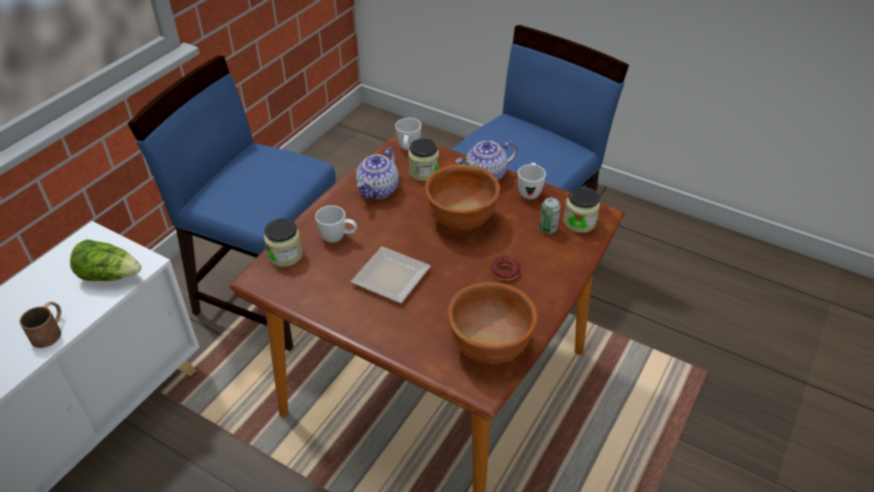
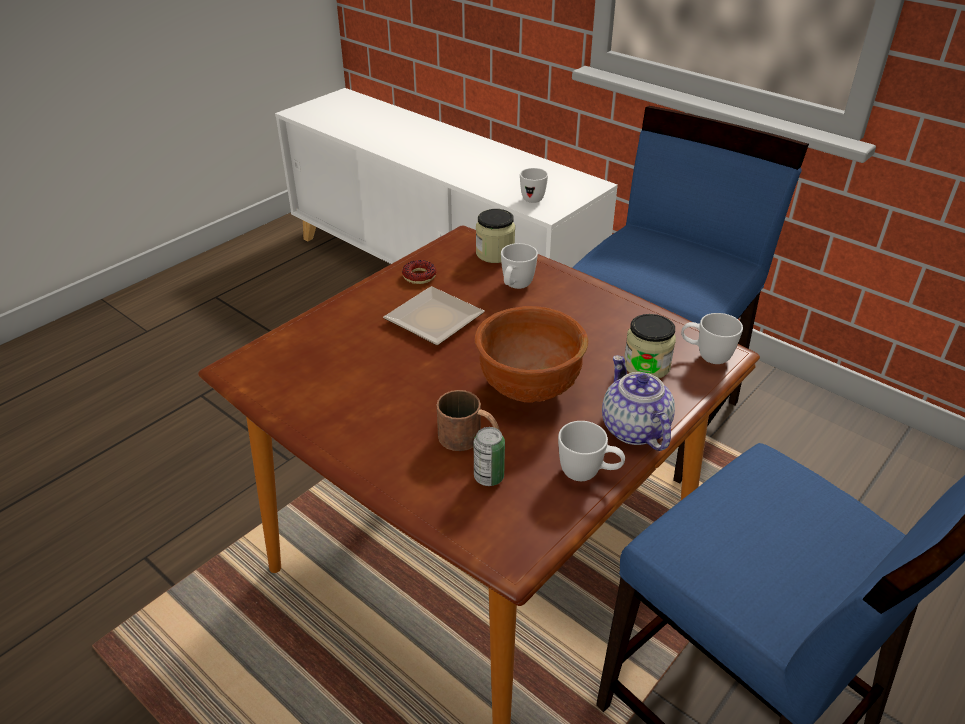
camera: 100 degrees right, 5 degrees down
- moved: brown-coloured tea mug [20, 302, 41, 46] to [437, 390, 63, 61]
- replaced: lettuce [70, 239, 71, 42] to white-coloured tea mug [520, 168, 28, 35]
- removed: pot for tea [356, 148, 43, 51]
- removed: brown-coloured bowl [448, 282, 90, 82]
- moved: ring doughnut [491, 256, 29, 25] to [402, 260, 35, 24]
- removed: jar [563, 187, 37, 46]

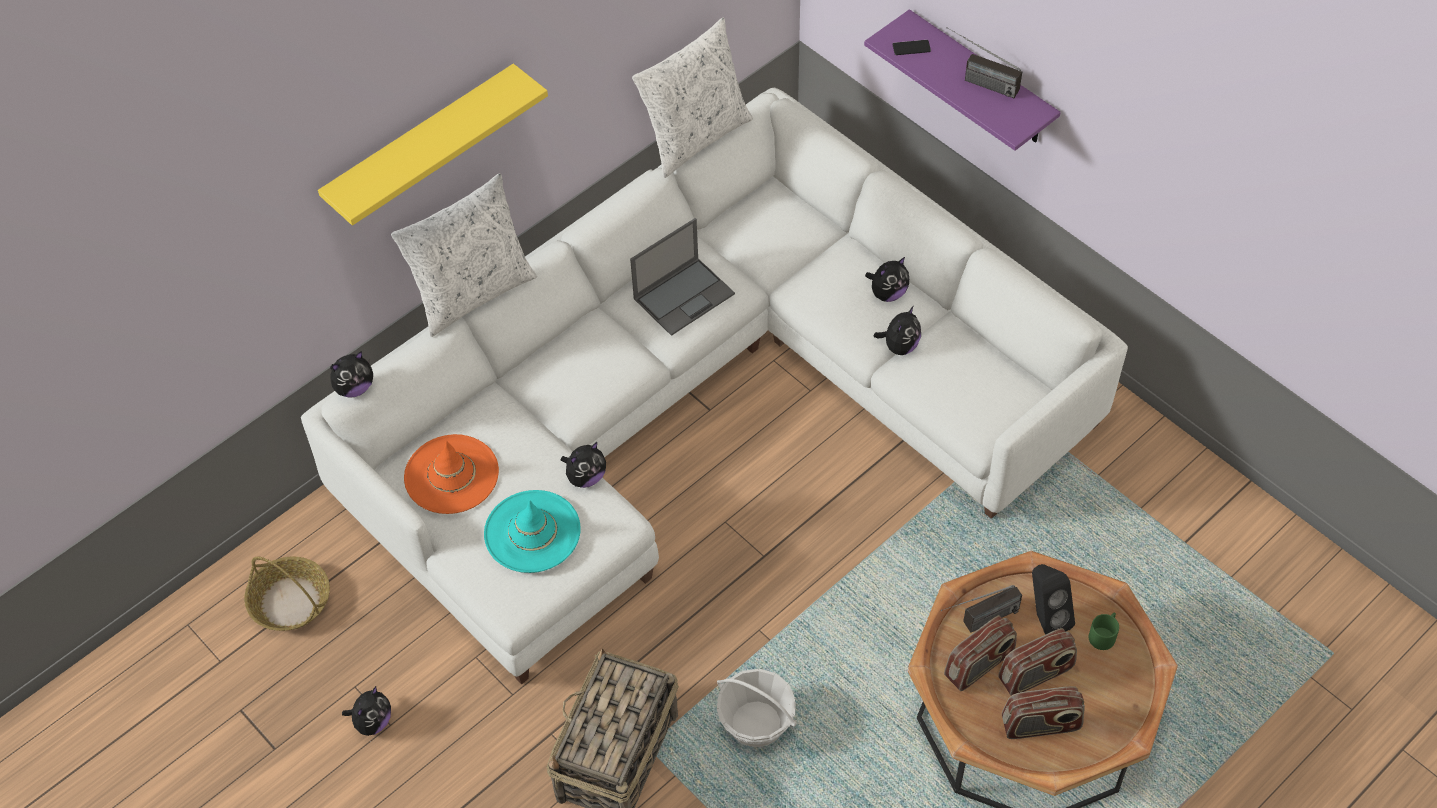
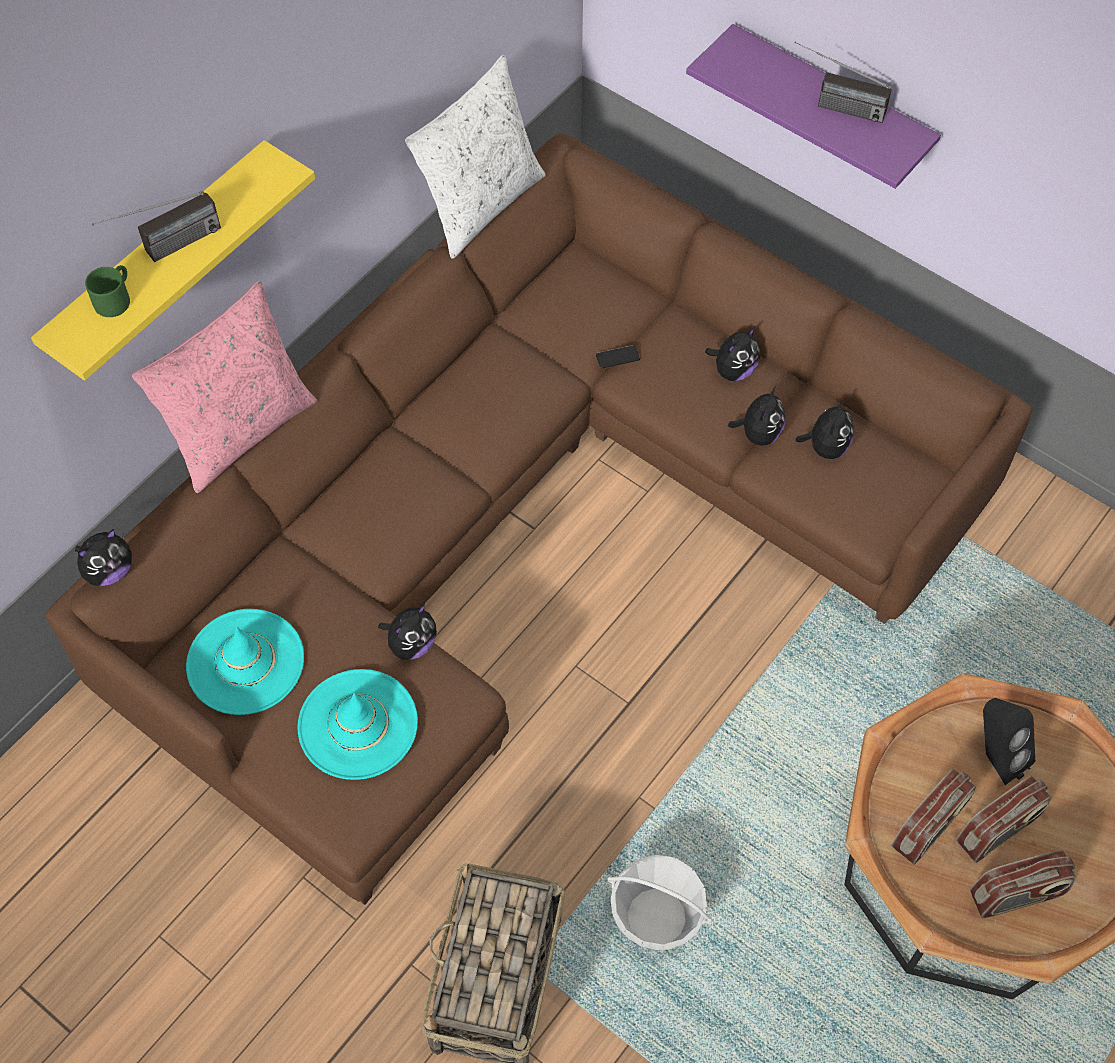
camera: 10 degrees left, 5 degrees up
- removed: storage basket [244, 556, 86, 75]
- recoloured: white-coloured settee [301, 87, 827, 597] to brown-coloured settee [45, 133, 988, 772]
- moved: plush toy [342, 686, 49, 50] to [795, 399, 59, 60]
- recoloured: white-coloured throw pillow [391, 173, 146, 164] to pink throw pillow [132, 281, 185, 212]
- recoloured: orange-coloured clothing hat [404, 434, 95, 80] to blue-green clothing hat [186, 609, 118, 106]
- removed: notebook computer [630, 218, 105, 118]
- moved: telephone [892, 40, 39, 15] to [596, 345, 44, 23]
- moved: radio [941, 585, 81, 48] to [92, 191, 129, 71]
- moved: greenish tea mug [1089, 612, 30, 38] to [85, 265, 45, 52]

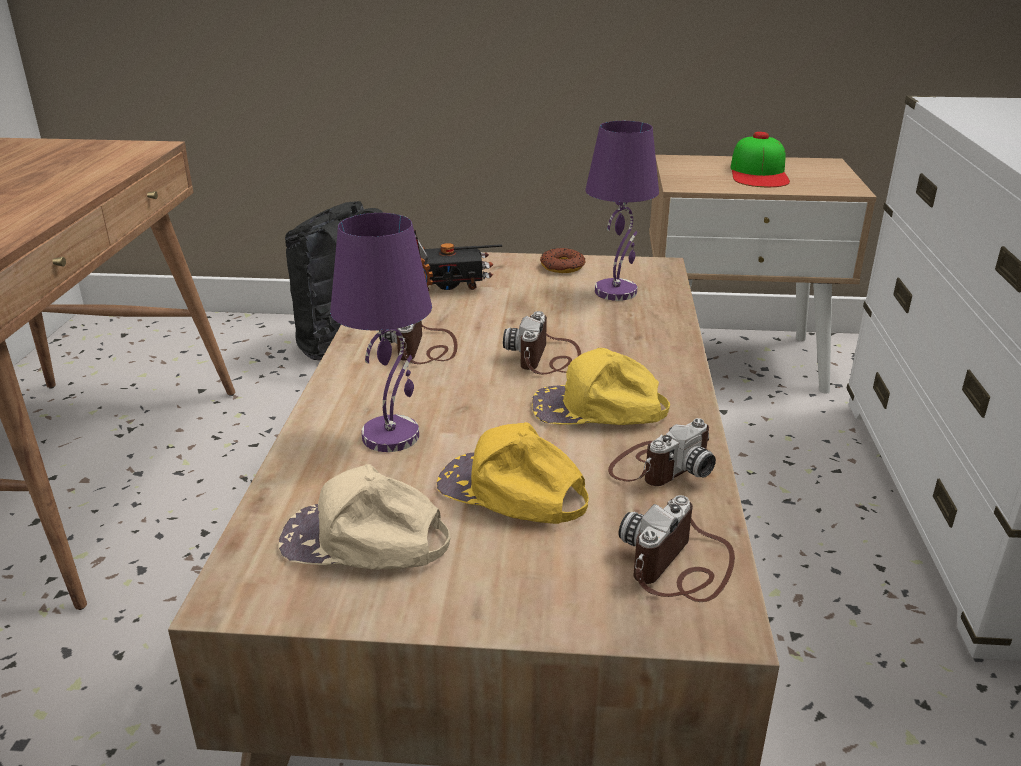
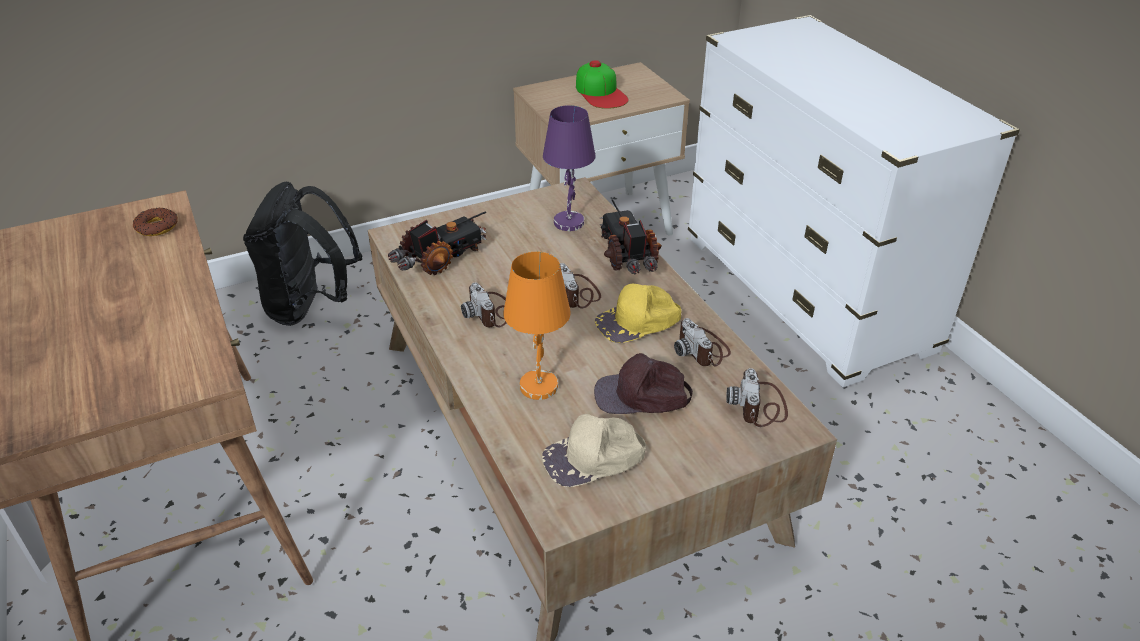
camera: 30 degrees left, 10 degrees up
- recoloured: purplish lamp for a table [330, 213, 102, 239] to orange-coloured lamp for a table [503, 252, 68, 148]
- recoloured: yellow-coloured baseball cap [437, 422, 152, 102] to brown-coloured baseball cap [594, 353, 99, 61]
- moved: ring doughnut [540, 248, 45, 25] to [133, 208, 45, 28]
- turned: still camera [608, 418, 108, 68] = [674, 318, 57, 49] 135 degrees clockwise
- added: toy lorry [599, 199, 63, 76]

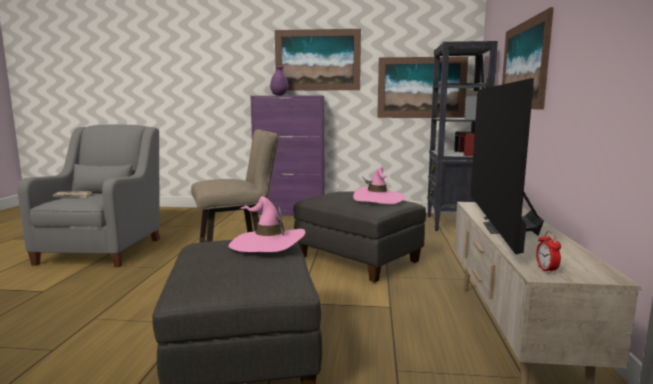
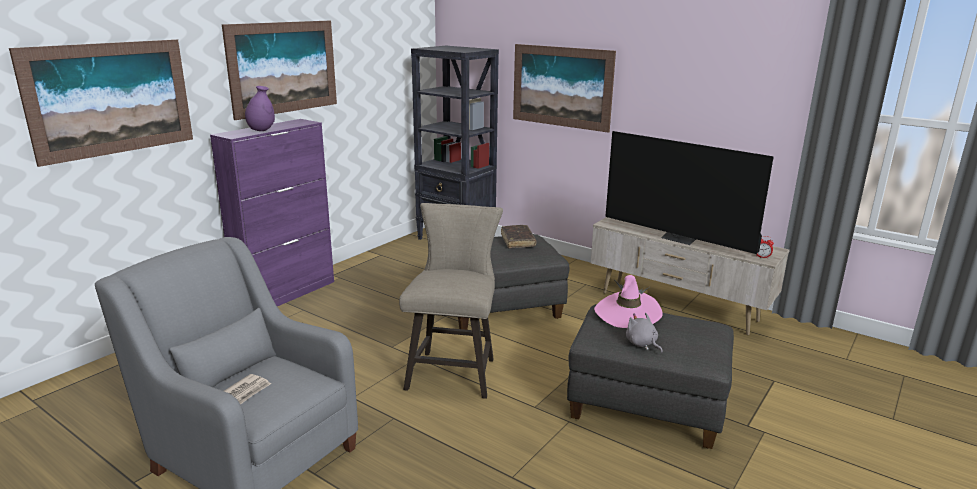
camera: 60 degrees left, 10 degrees up
- replaced: pink clothing hat [353, 167, 52, 37] to brown-coloured bound book [501, 225, 35, 23]
- moved: picture [377, 56, 91, 62] to [9, 39, 184, 128]
- added: grey plush toy [626, 313, 37, 40]

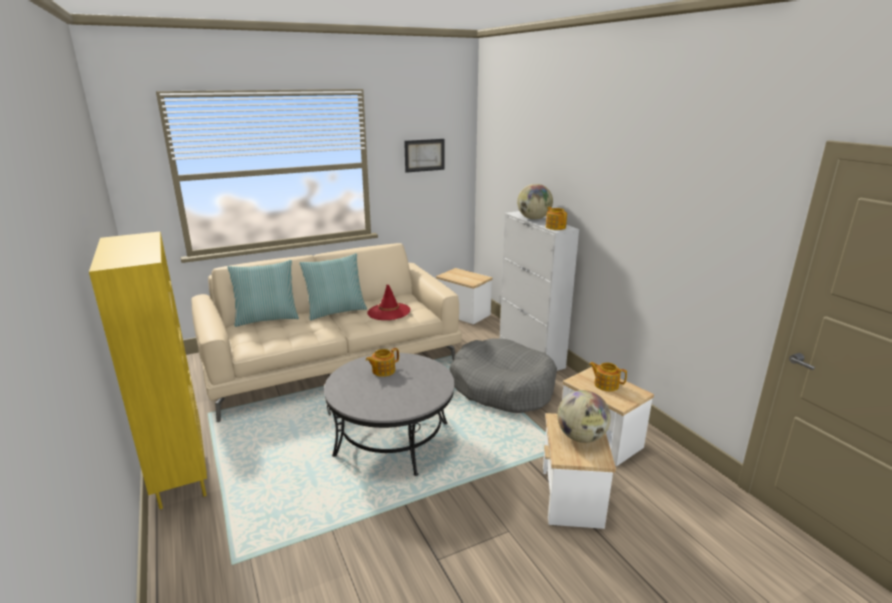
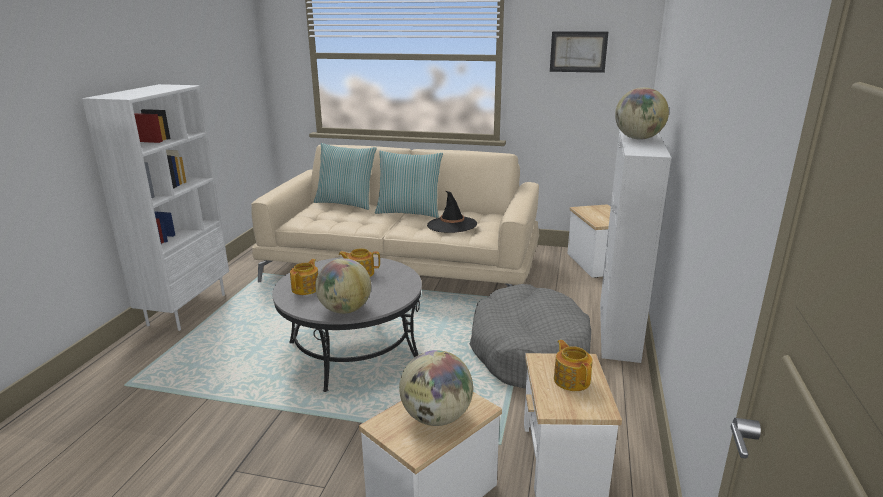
camera: 40 degrees right, 0 degrees up
- recoloured: yellow-coloured bookcase [89, 232, 118, 277] to white-coloured bookcase [82, 84, 147, 247]
- recoloured: red clothing hat [367, 285, 43, 35] to black-coloured clothing hat [427, 191, 50, 42]
- moved: pot for tea [546, 207, 21, 23] to [290, 259, 28, 36]
- added: desk globe [315, 258, 56, 56]

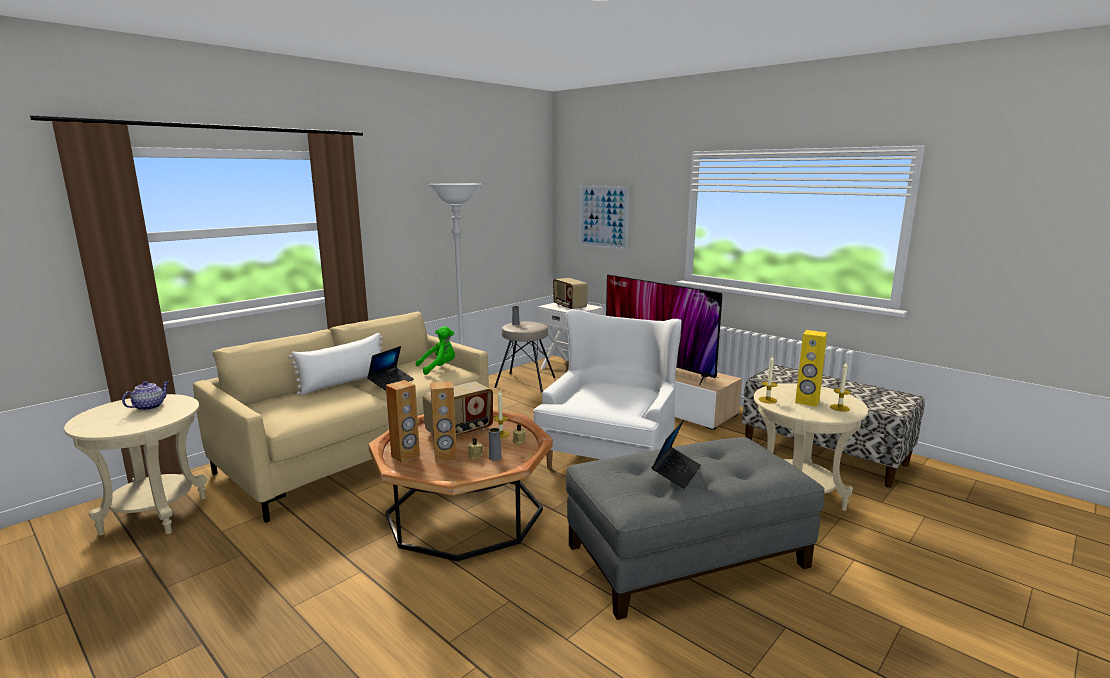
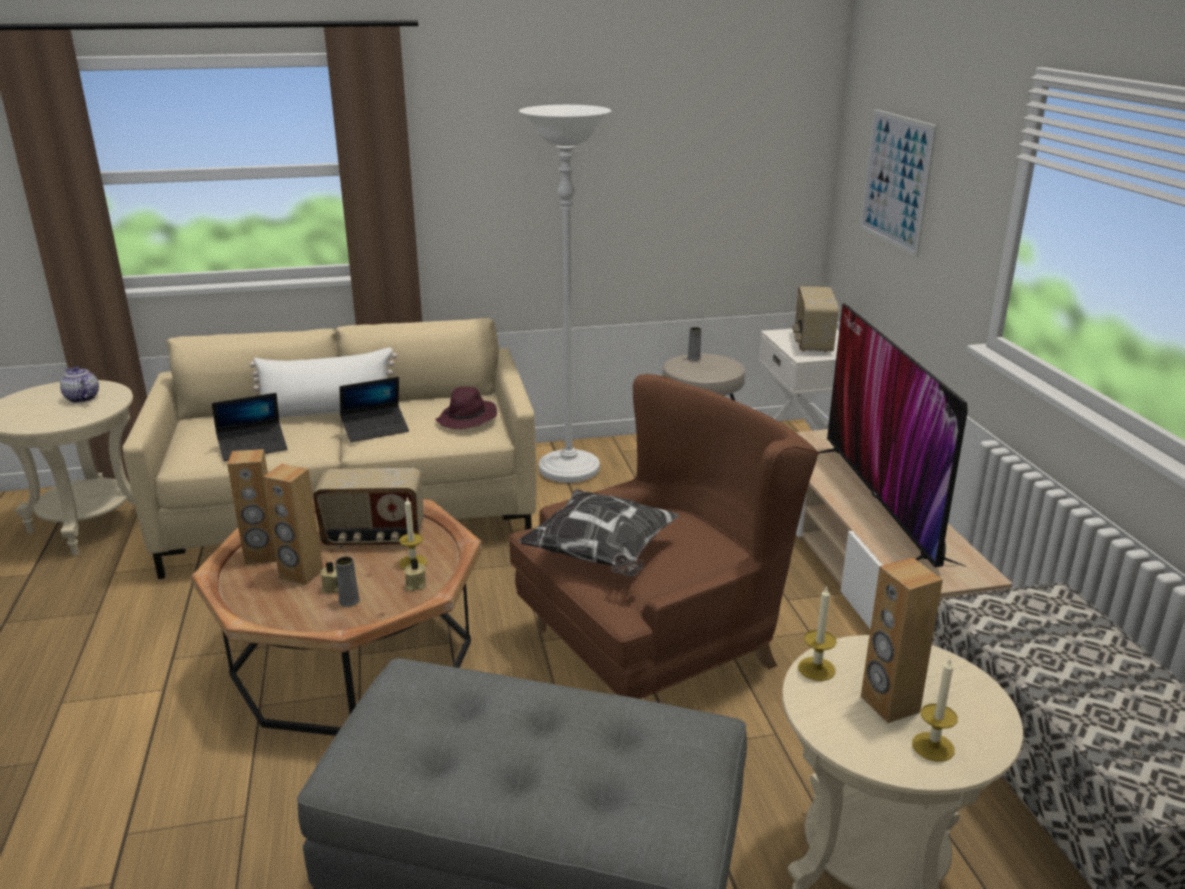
camera: 35 degrees right, 10 degrees up
- turned: pot for tea [122, 381, 47, 29] = [60, 366, 39, 37] 105 degrees counterclockwise
- replaced: greenish plush toy [416, 326, 39, 49] to purplish clothing hat [435, 387, 62, 42]
- recoloured: white-coloured easy chair [533, 309, 149, 160] to brown-coloured easy chair [509, 374, 310, 325]
- moved: notebook computer [651, 420, 50, 69] to [212, 393, 75, 68]
- recoloured: yellow-coloured audio speaker [795, 330, 32, 77] to brown-coloured audio speaker [861, 558, 82, 165]
- added: throw pillow [518, 489, 161, 87]

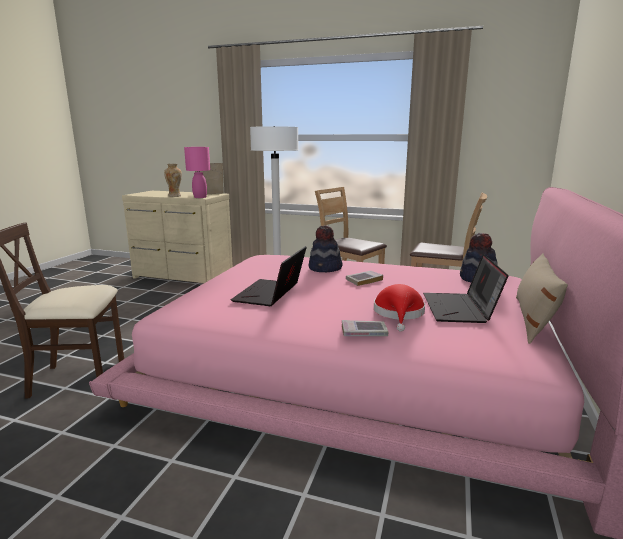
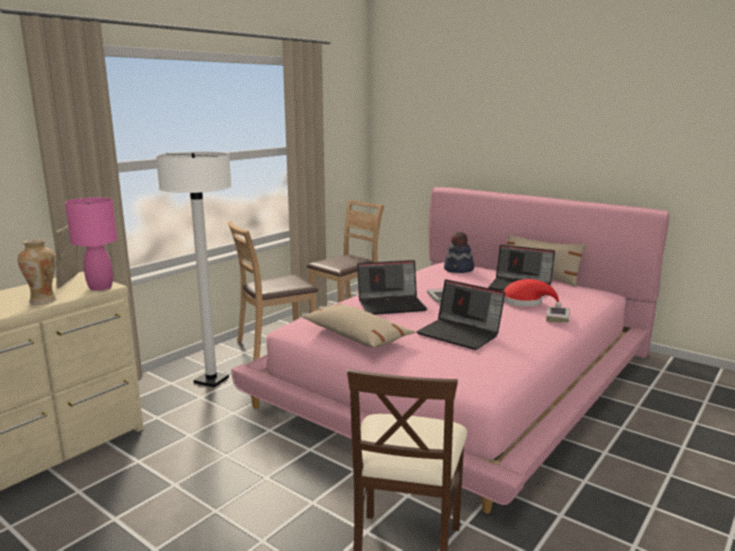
camera: 70 degrees left, 0 degrees up
- replaced: clothing hat [309, 225, 34, 47] to notebook computer [357, 260, 70, 55]
- added: beige-coloured throw pillow [301, 304, 114, 43]

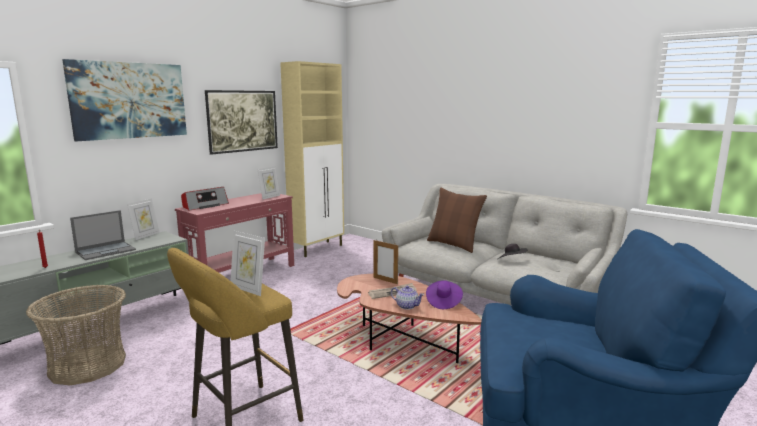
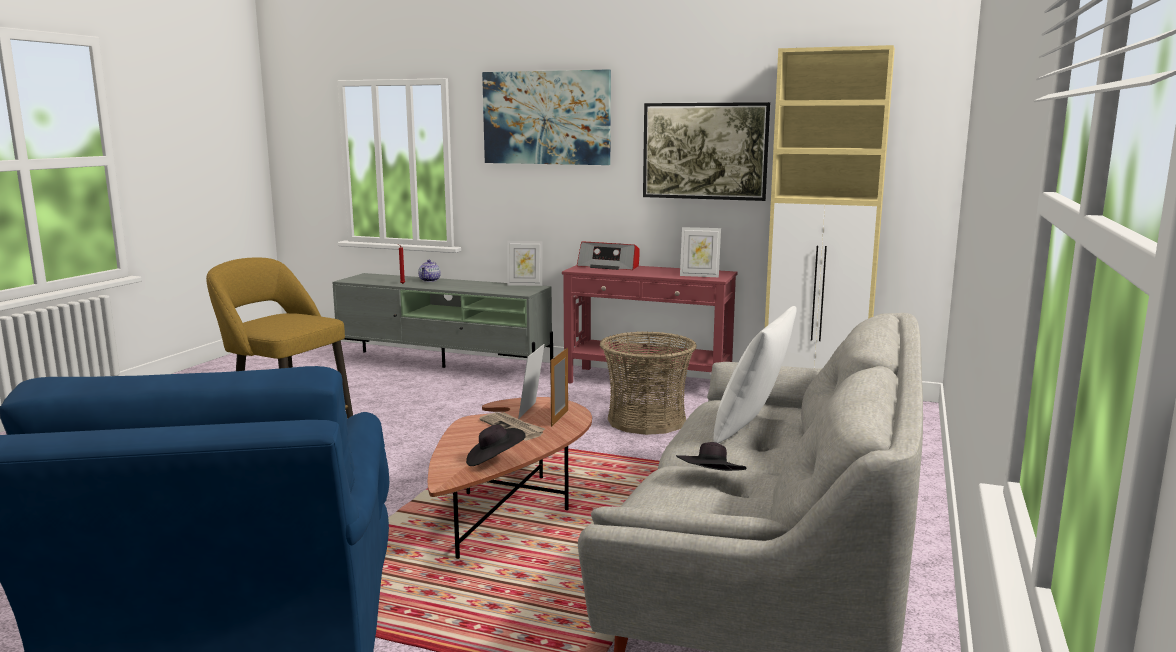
camera: 70 degrees right, 0 degrees up
- moved: storage basket [26, 285, 100, 100] to [600, 332, 97, 103]
- removed: notebook computer [70, 210, 66, 50]
- moved: standing frame [230, 231, 35, 65] to [518, 344, 26, 75]
- moved: pot for tea [391, 286, 33, 24] to [418, 260, 23, 22]
- recoloured: purplish clothing hat [426, 280, 37, 29] to black-coloured clothing hat [466, 425, 60, 41]
- recoloured: brown-coloured throw pillow [427, 188, 60, 65] to white-coloured throw pillow [713, 306, 84, 137]

